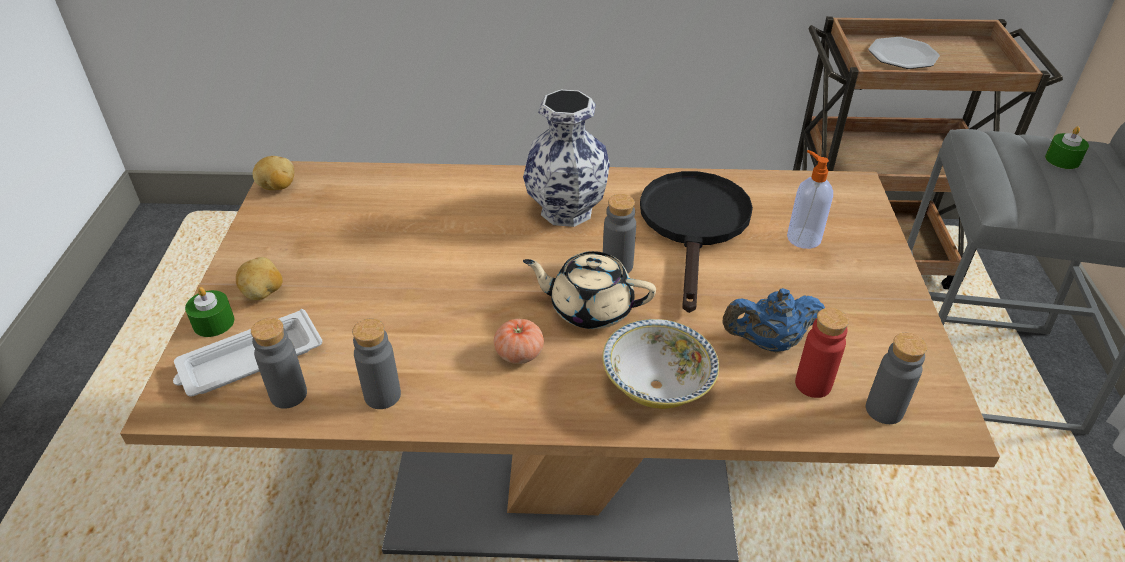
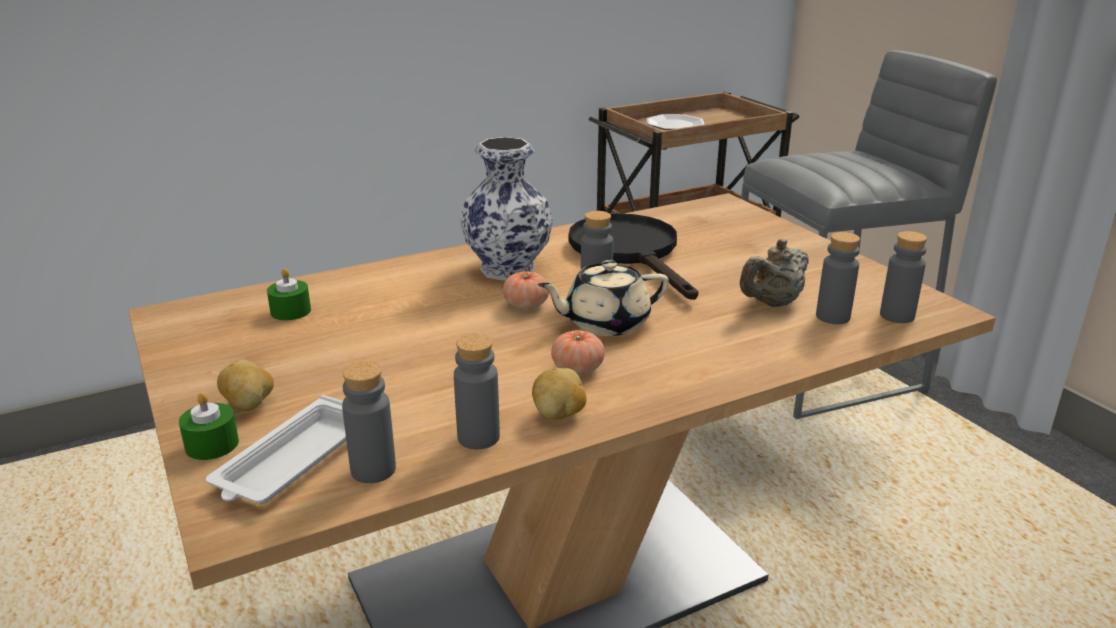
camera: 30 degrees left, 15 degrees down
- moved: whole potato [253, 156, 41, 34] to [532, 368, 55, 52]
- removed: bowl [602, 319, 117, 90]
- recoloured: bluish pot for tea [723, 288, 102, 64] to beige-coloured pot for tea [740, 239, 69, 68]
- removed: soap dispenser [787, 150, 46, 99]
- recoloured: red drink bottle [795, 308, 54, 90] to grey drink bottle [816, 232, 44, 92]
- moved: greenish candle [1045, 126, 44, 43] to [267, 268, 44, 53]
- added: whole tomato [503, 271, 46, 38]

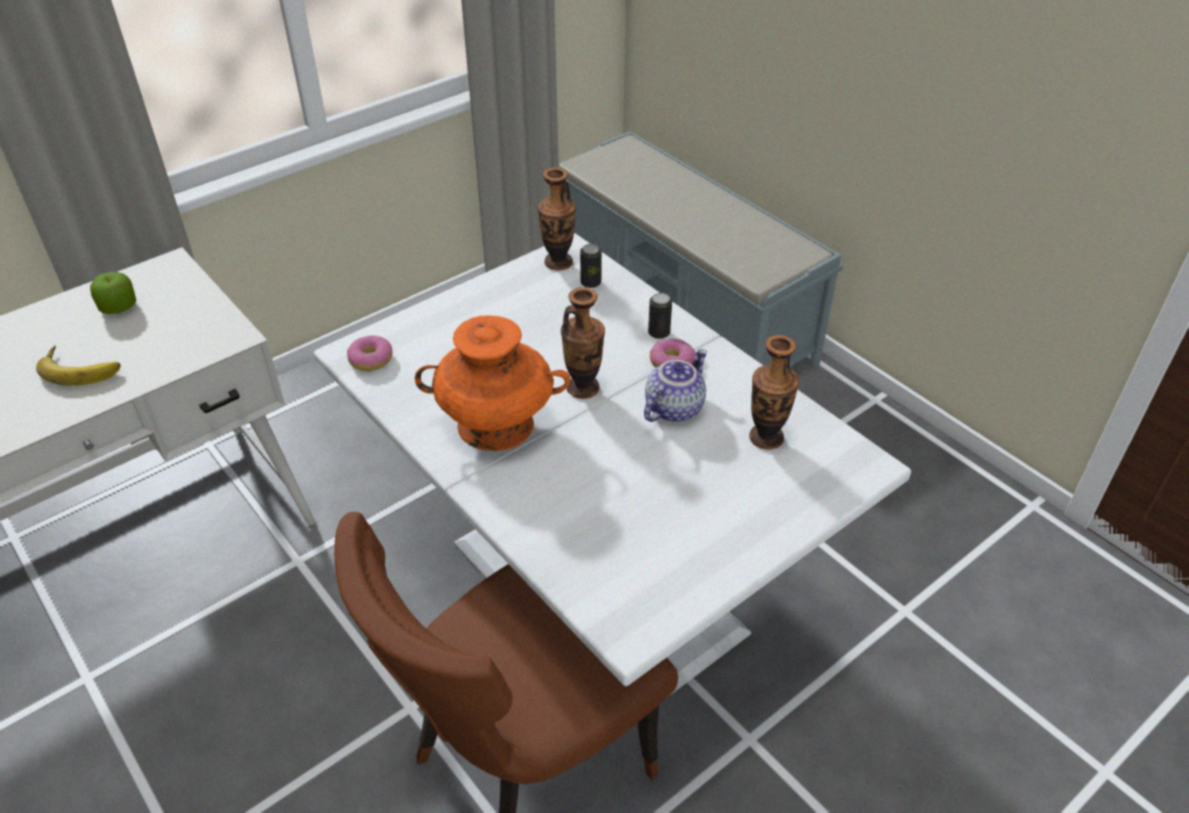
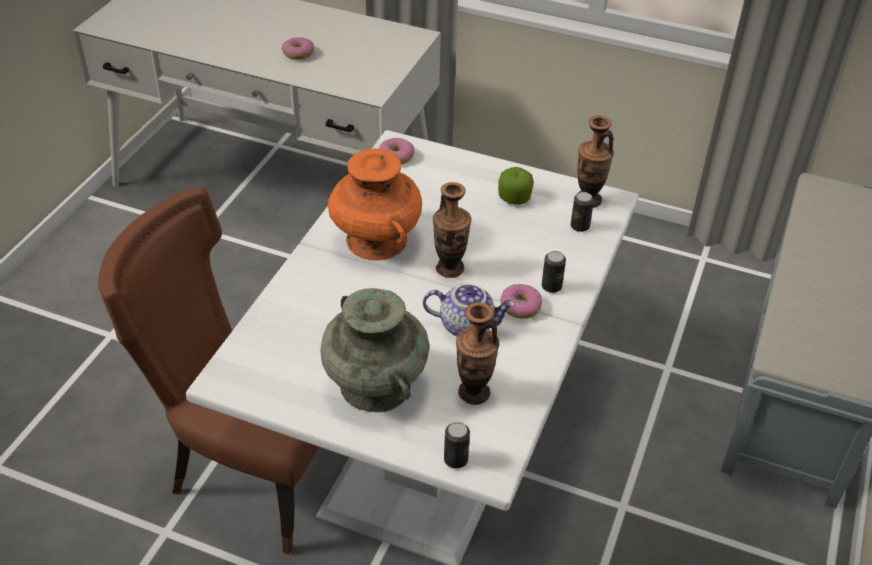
camera: 60 degrees right, 0 degrees up
- replaced: whole banana [36, 346, 85, 39] to ring doughnut [282, 37, 32, 23]
- moved: whole apple [90, 272, 46, 42] to [498, 167, 36, 38]
- added: blue-green vase [320, 288, 110, 124]
- added: sealed can [444, 422, 26, 47]

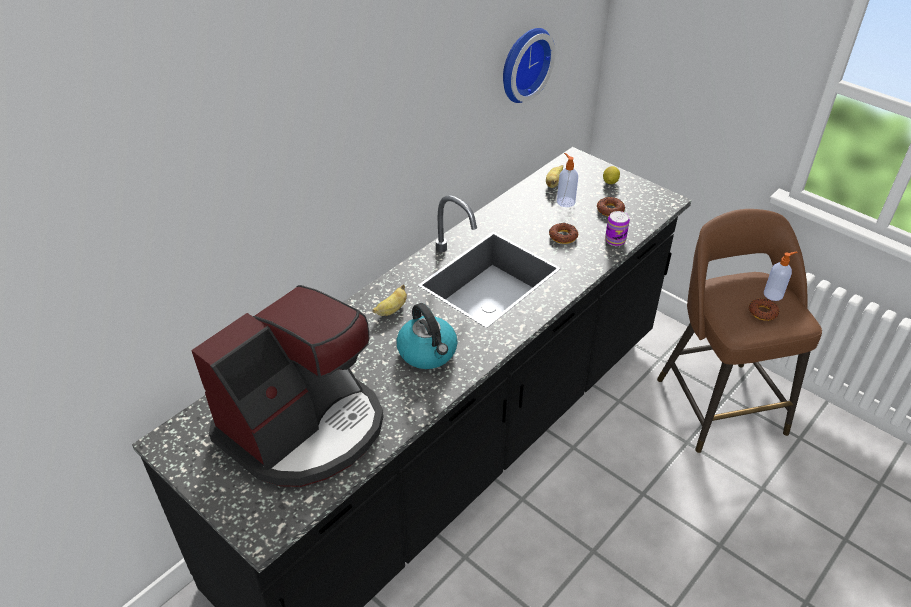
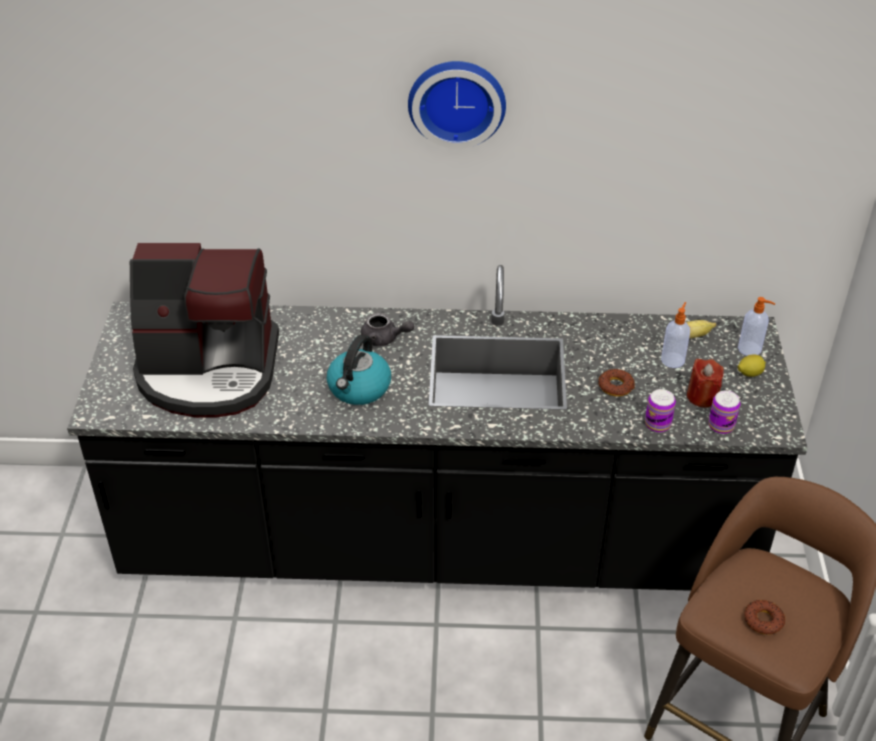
camera: 50 degrees right, 0 degrees up
- replaced: whole banana [372, 285, 35, 31] to grey pot for tea [361, 313, 53, 33]
- moved: hanging clock [503, 28, 52, 75] to [408, 61, 98, 88]
- replaced: ring doughnut [597, 197, 28, 20] to red candle [687, 359, 37, 49]
- moved: soap dispenser [764, 252, 33, 49] to [738, 297, 37, 59]
- added: sealed can [708, 391, 32, 43]

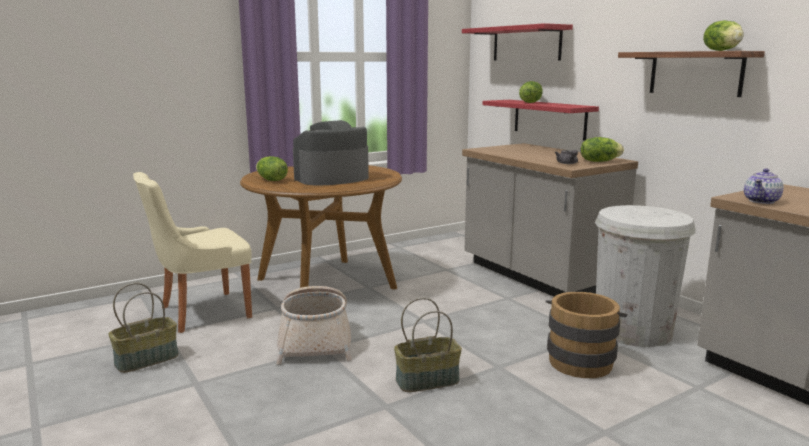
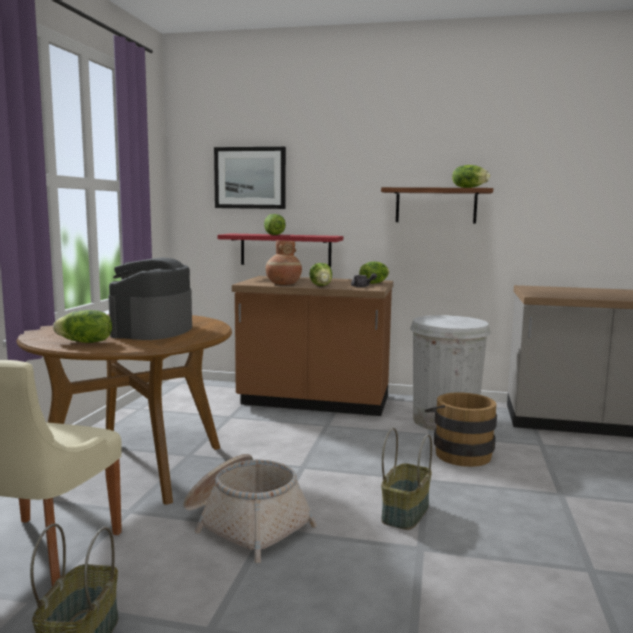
camera: 45 degrees left, 5 degrees down
- replaced: red wall shelf [462, 23, 111, 38] to picture [214, 147, 72, 62]
- recoloured: grey kitchen base unit [462, 143, 176, 154] to brown-coloured kitchen base unit [232, 276, 161, 140]
- removed: pot for tea [744, 168, 40, 36]
- added: brown-coloured vase [265, 240, 37, 45]
- added: lettuce [309, 263, 23, 23]

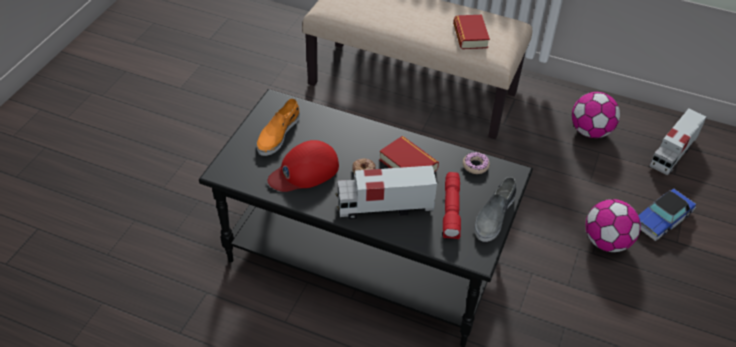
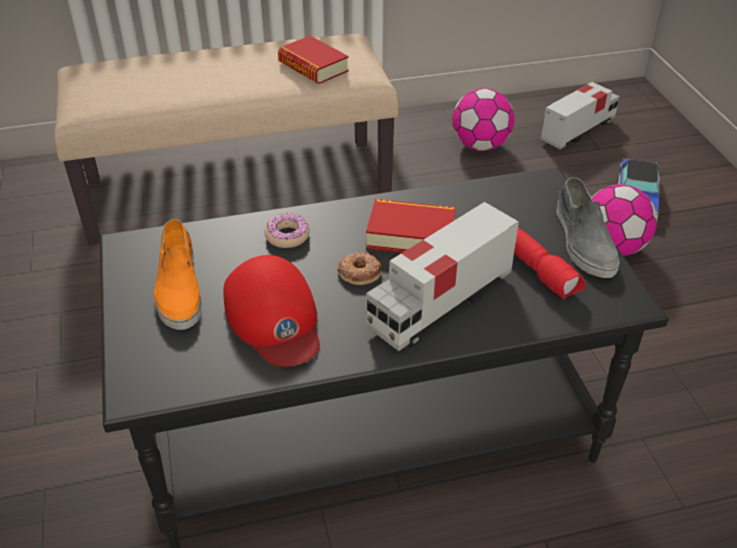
camera: 35 degrees left, 5 degrees down
- turned: red baseball cap [268, 140, 71, 52] = [223, 255, 97, 112] 45 degrees counterclockwise
- moved: ring doughnut [463, 152, 27, 22] to [264, 213, 46, 35]
- turned: toy lorry [650, 108, 57, 68] = [541, 82, 79, 68] 135 degrees counterclockwise

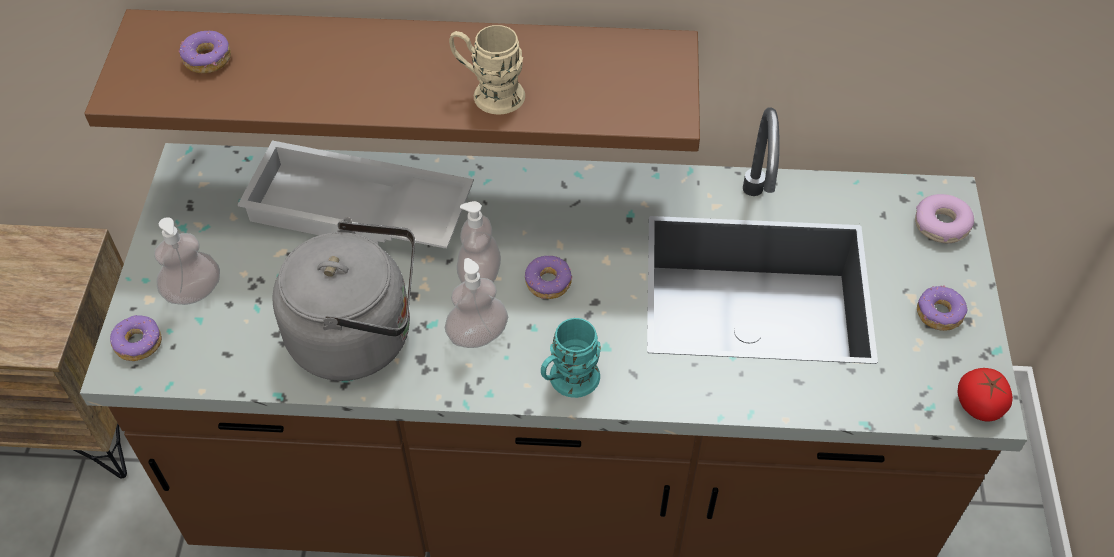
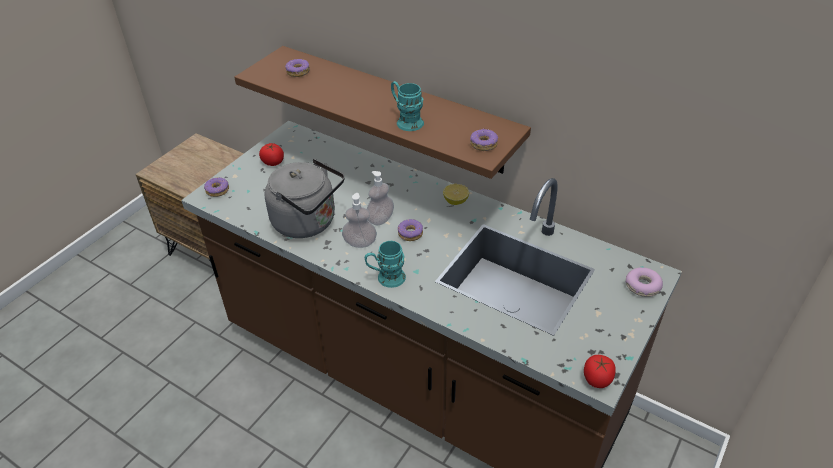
camera: 30 degrees right, 10 degrees down
- removed: soap dispenser [154, 217, 66, 88]
- removed: white-coloured tray [238, 140, 236, 108]
- recoloured: beige-coloured tea mug [449, 25, 76, 90] to blue-green tea mug [391, 81, 33, 50]
- moved: ring doughnut [917, 285, 50, 46] to [470, 128, 28, 23]
- added: whole tomato [259, 143, 25, 23]
- added: lemon [443, 184, 26, 21]

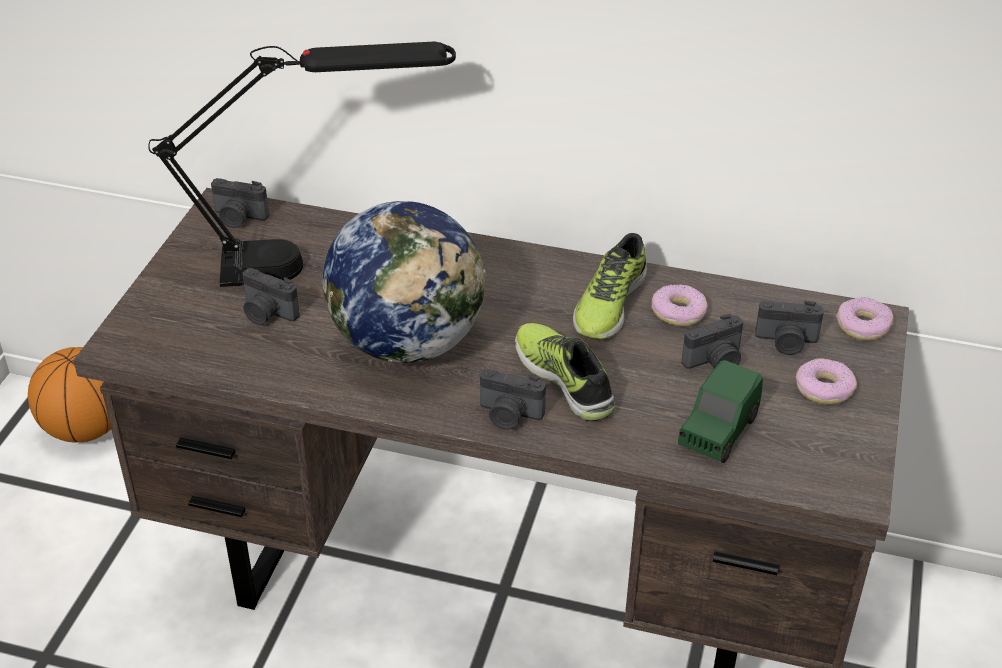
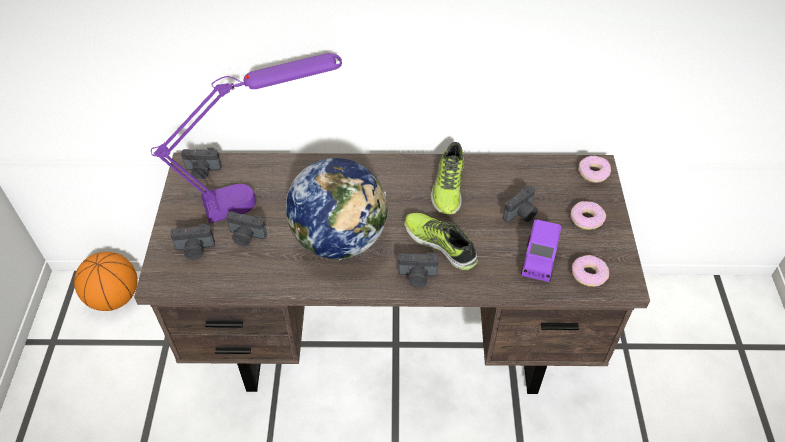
camera: 15 degrees left, 10 degrees up
- recoloured: black-coloured lamp for a table [148, 42, 308, 245] to purplish lamp for a table [151, 53, 191, 171]
- moved: ring doughnut [651, 285, 57, 41] to [572, 255, 37, 32]
- recoloured: greenish model car [678, 360, 85, 103] to purplish model car [521, 220, 40, 62]
- moved: still camera [755, 301, 68, 54] to [170, 224, 45, 35]

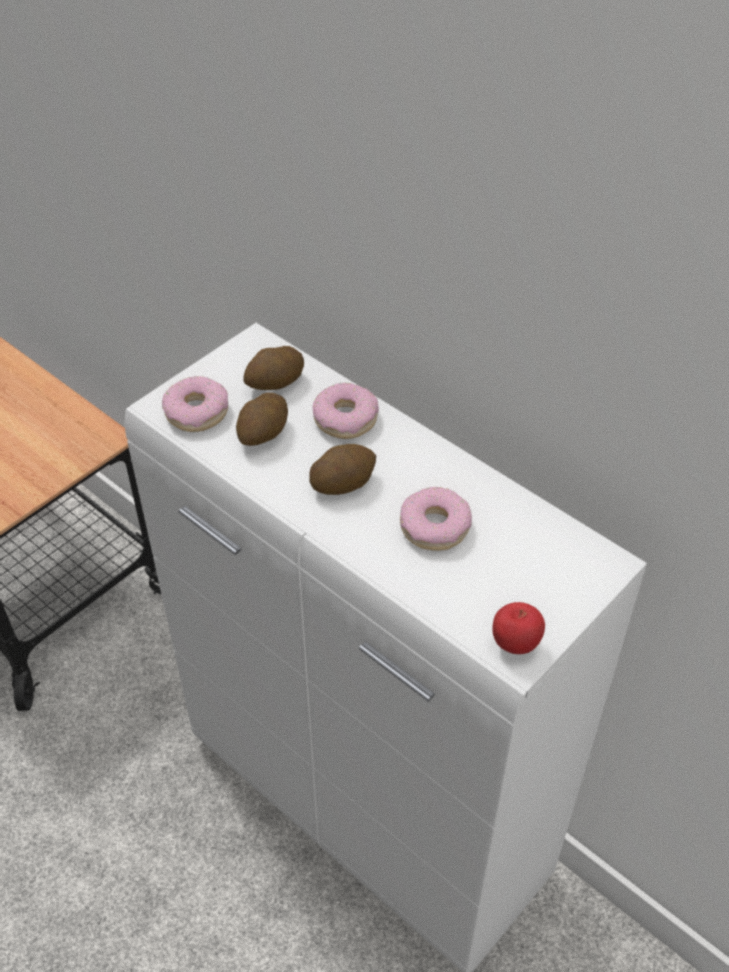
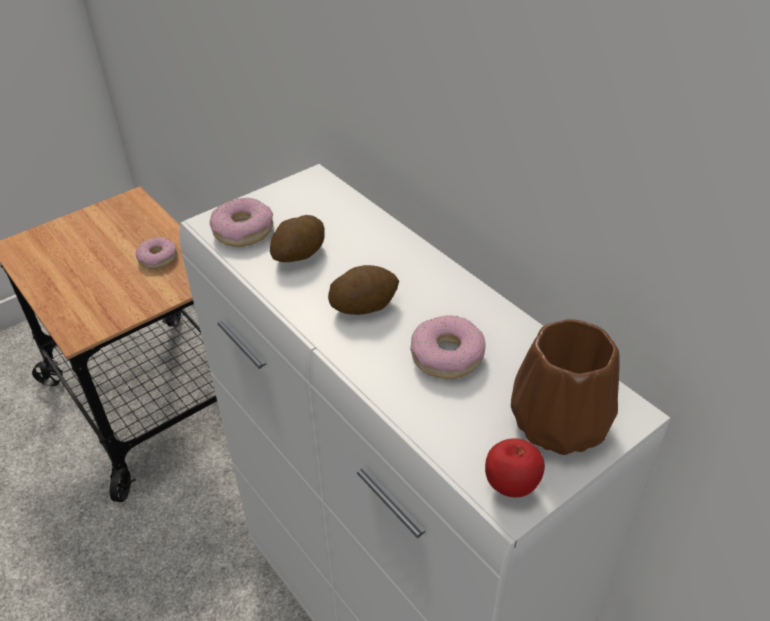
camera: 10 degrees right, 5 degrees down
- removed: whole potato [243, 346, 61, 44]
- moved: ring doughnut [313, 383, 66, 56] to [136, 237, 41, 32]
- added: brown-coloured vase [511, 319, 109, 136]

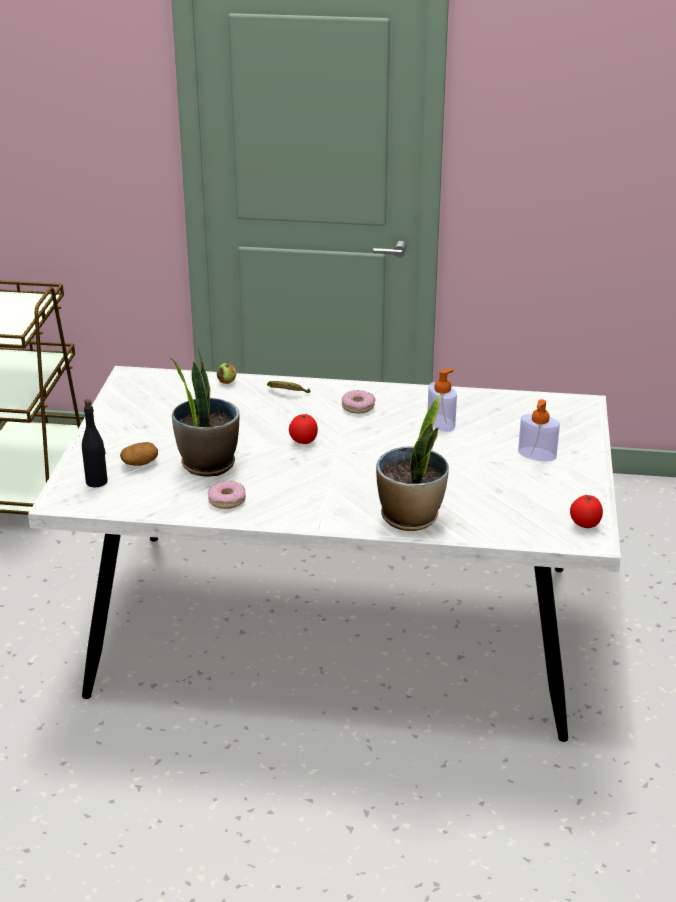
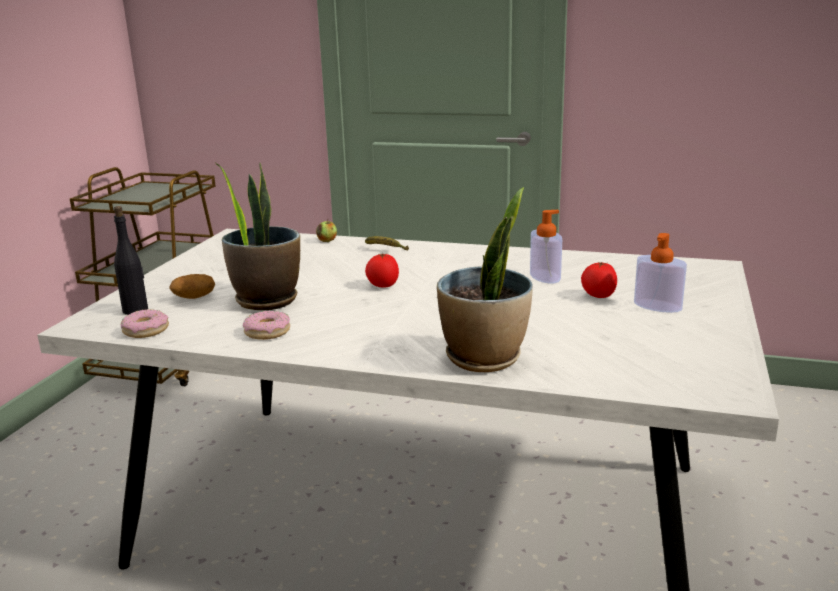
camera: 10 degrees right, 10 degrees down
- moved: ring doughnut [342, 390, 34, 23] to [121, 309, 48, 29]
- moved: whole tomato [570, 495, 33, 33] to [581, 262, 36, 36]

